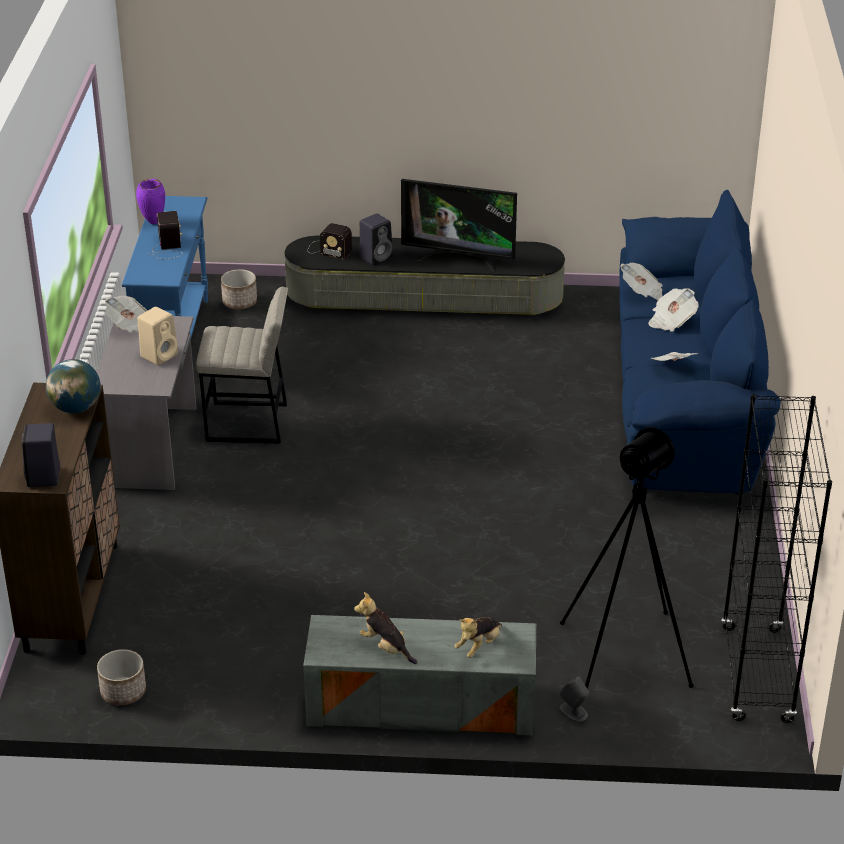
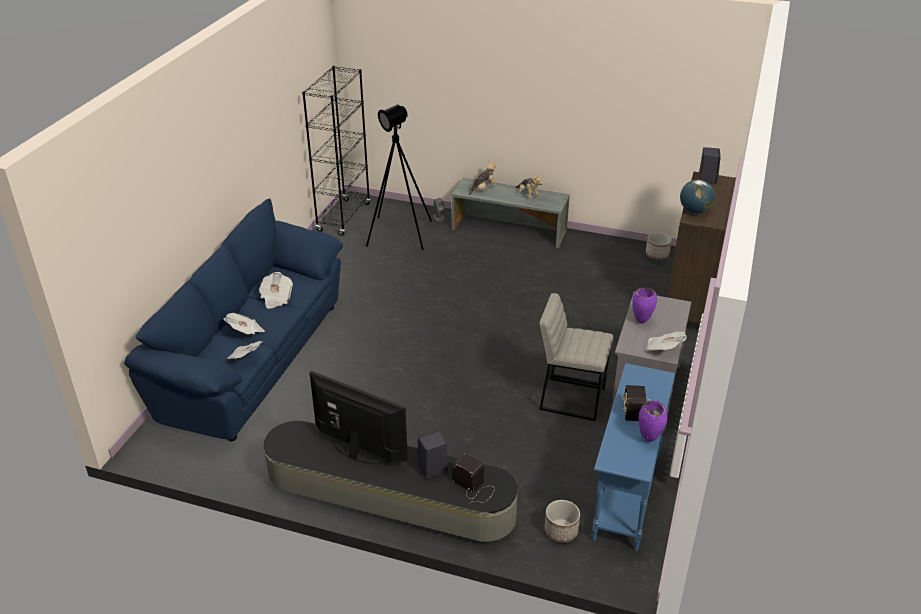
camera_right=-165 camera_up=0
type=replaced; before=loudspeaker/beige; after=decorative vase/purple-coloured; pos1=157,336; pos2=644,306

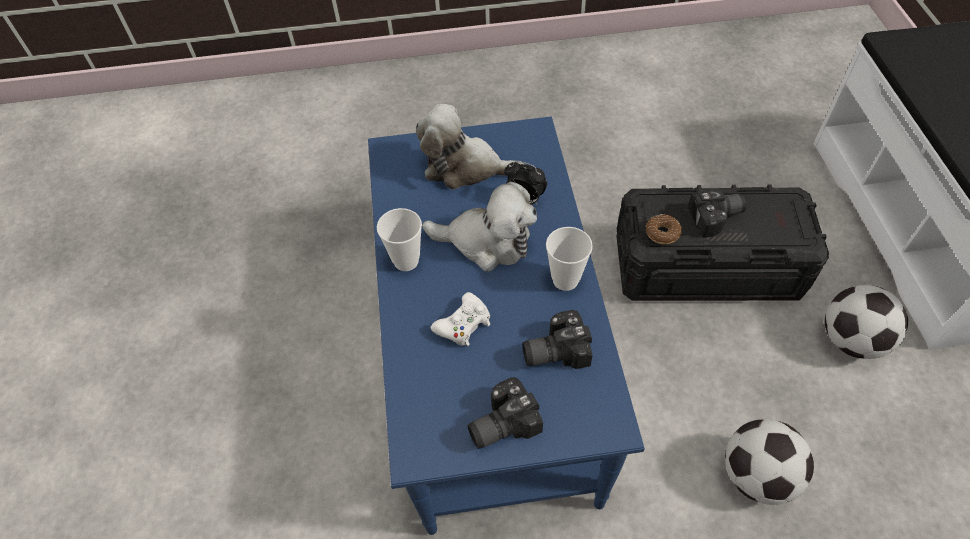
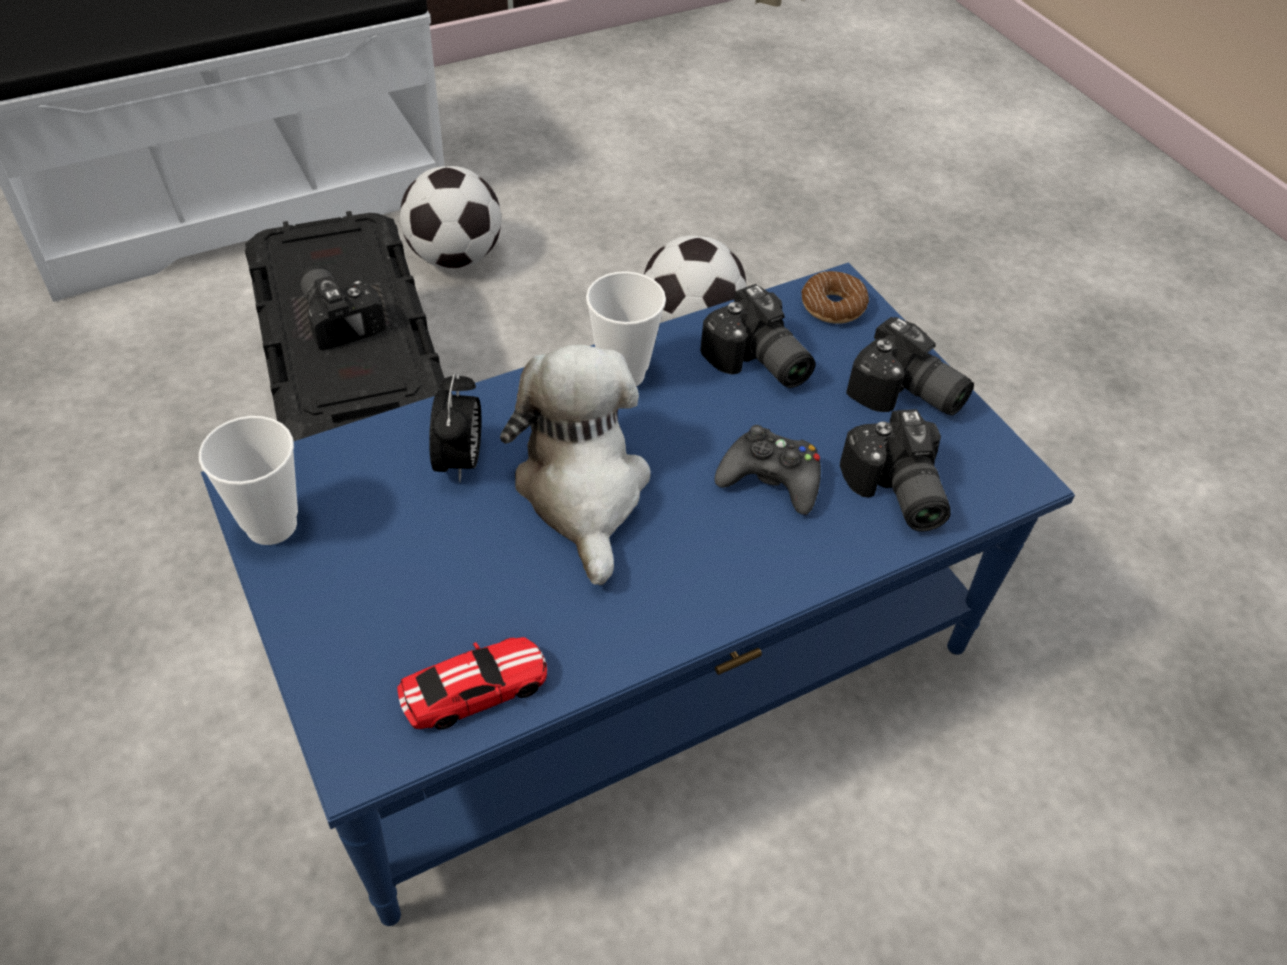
camera_right=-115 camera_up=-5
type=removed; before=soft toy; pos1=470,146
type=added; after=toy car; pos2=472,683
type=added; after=photo camera; pos2=895,470
type=moved; before=cup; pos1=399,239; pos2=248,480
type=moved; before=donut; pos1=664,229; pos2=835,297
type=recoloured; before=game controller/whitish; after=game controller/blackish; pos1=460,319; pos2=768,470

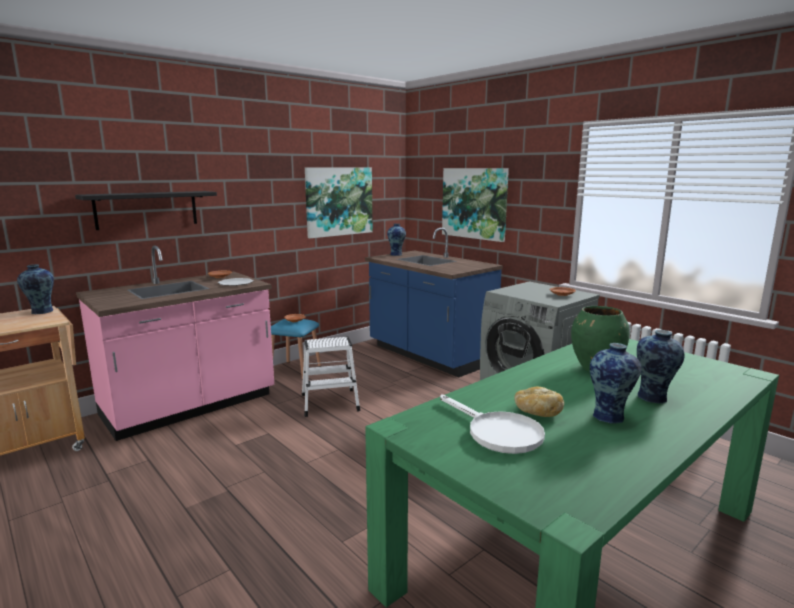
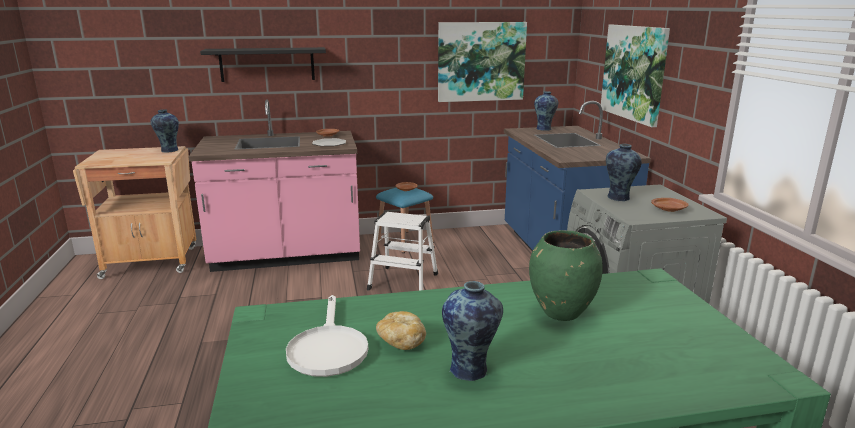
camera_right=30 camera_up=5
type=moved; before=decorative vase; pos1=661,367; pos2=624,172

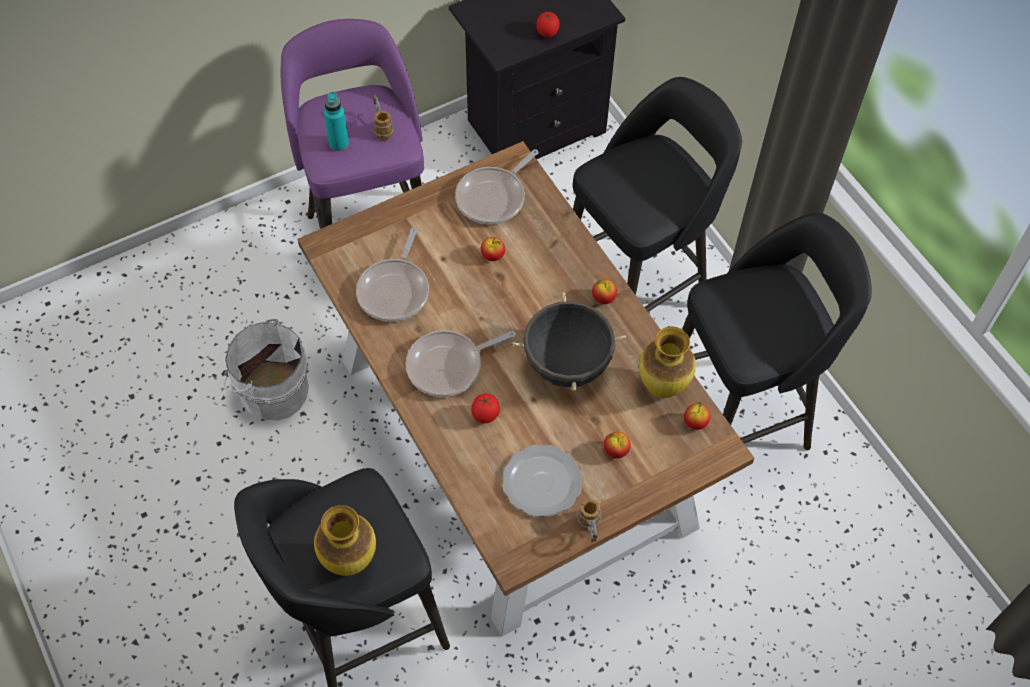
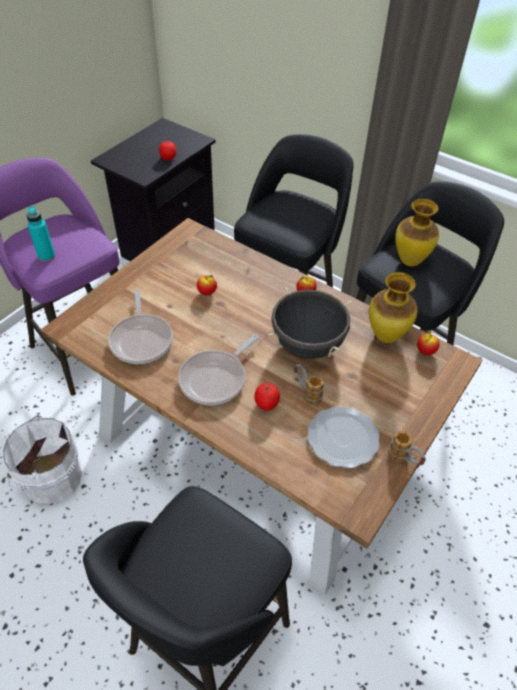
camera_right=-25 camera_up=-10
type=removed; before=pan; pos1=497,186
type=removed; before=apple fruit; pos1=617,445
type=moved; before=decorative vase; pos1=345,540; pos2=417,232
type=moved; before=mug; pos1=383,118; pos2=309,384

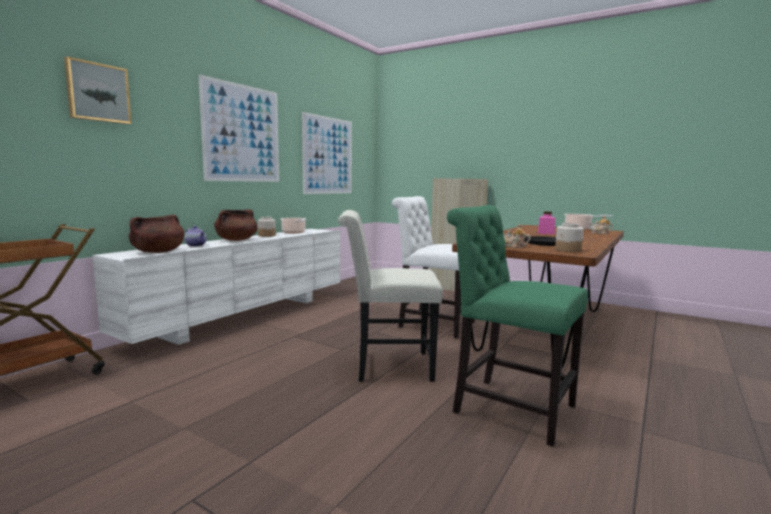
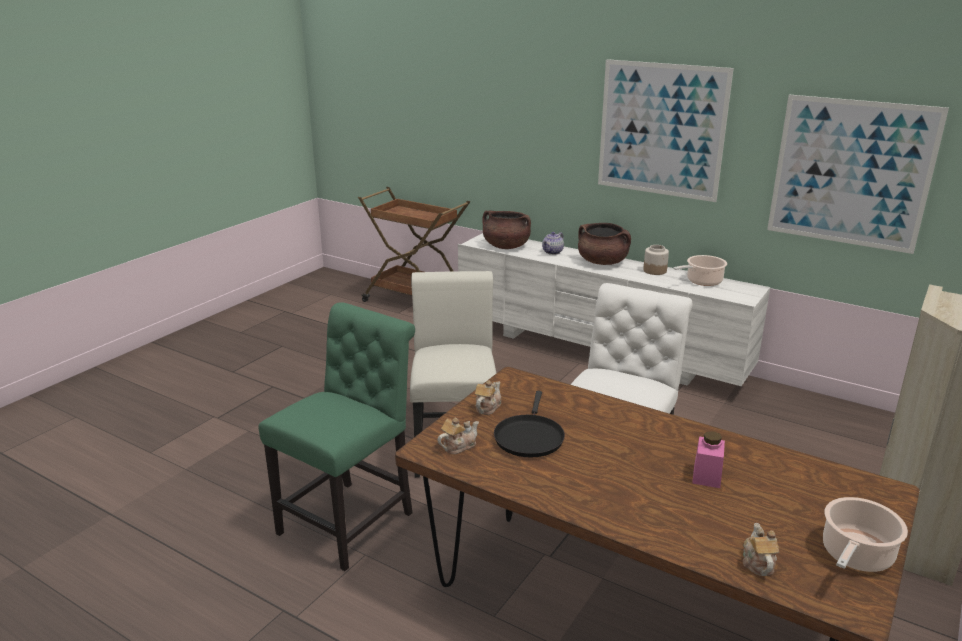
camera_right=90 camera_up=15
type=removed; before=wall art; pos1=98,90
type=replaced; before=storage jar; after=tea pot; pos1=569,237; pos2=458,436

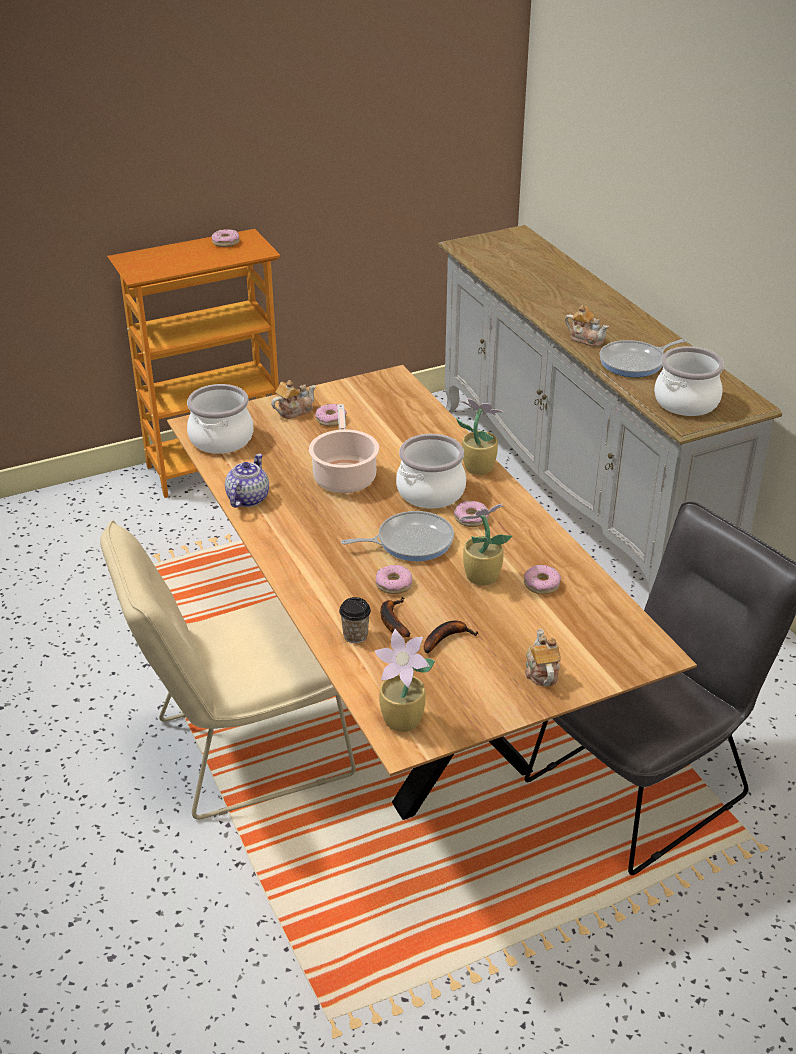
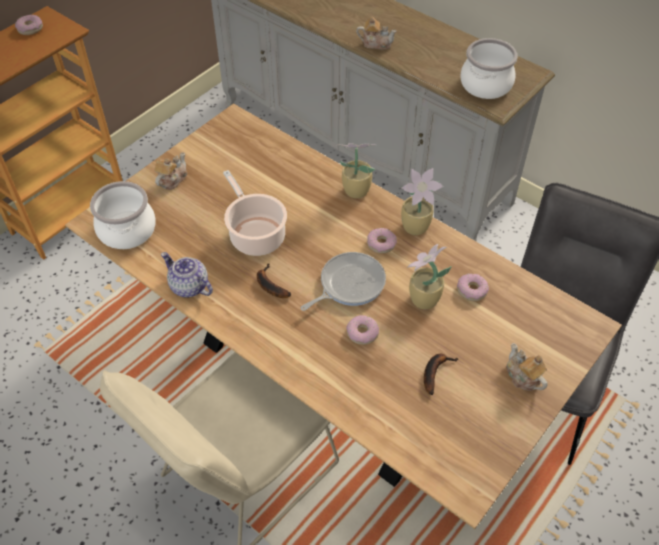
camera_right=-25 camera_up=15
type=removed; before=donut; pos1=331,415
type=removed; before=cup; pos1=355,620
type=removed; before=cooking pot; pos1=431,471
type=removed; before=pan; pos1=643,358
type=moved; before=potted plant; pos1=405,680; pos2=422,201
type=moved; before=banana fruit; pos1=395,617; pos2=274,280
type=turned; before=tea pot; pos1=247,480; pos2=187,274; turn=-45

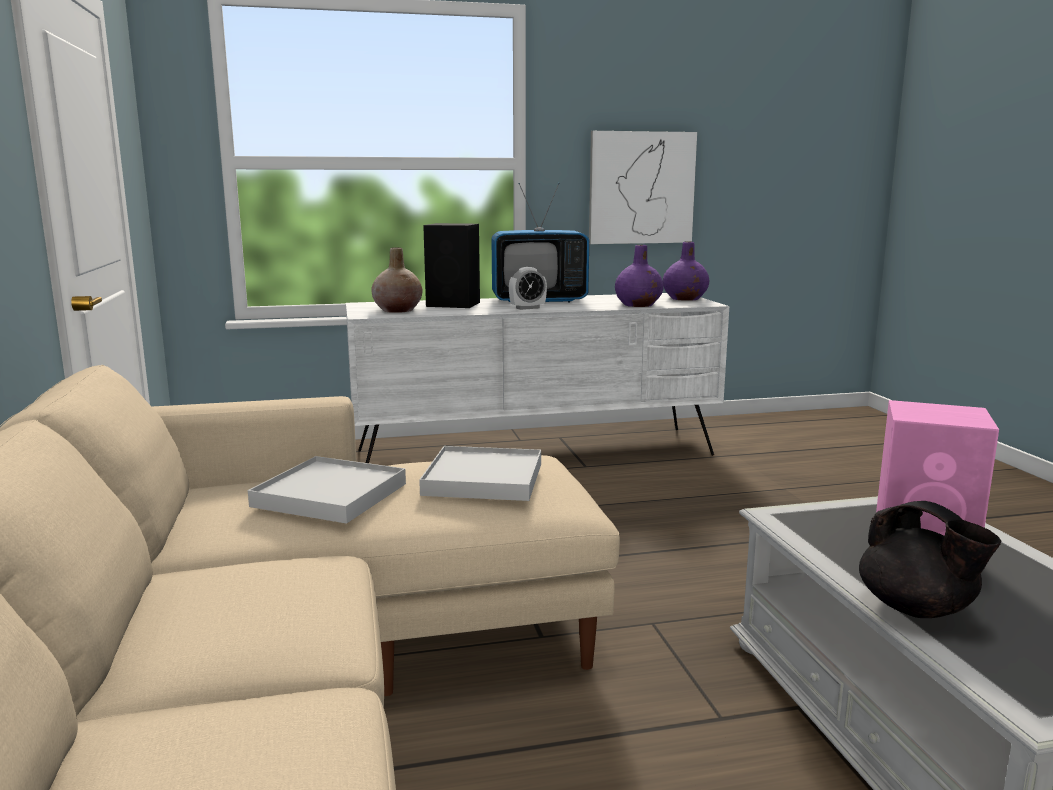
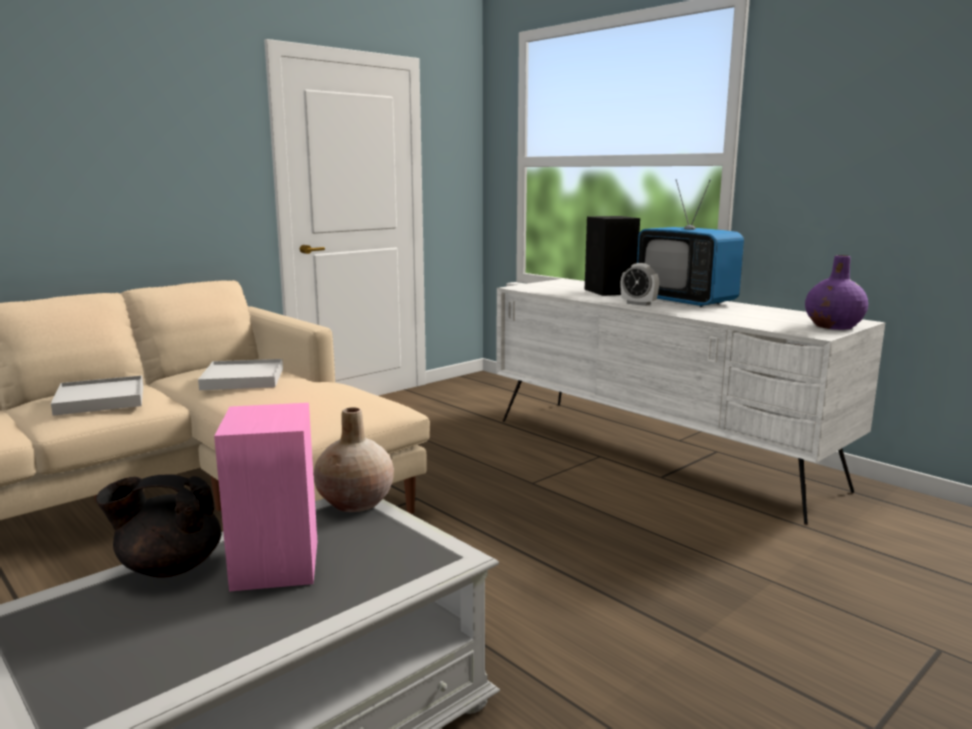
camera_right=60 camera_up=0
type=removed; before=wall art; pos1=643,187
type=removed; before=decorative vase/purple-coloured; pos1=639,276
type=moved; before=decorative vase/beige; pos1=397,280; pos2=354,459
type=moved; before=serving tray/whitish; pos1=480,473; pos2=97,395
type=turned; before=tea pot/blackish; pos1=930,559; pos2=158,526; turn=60

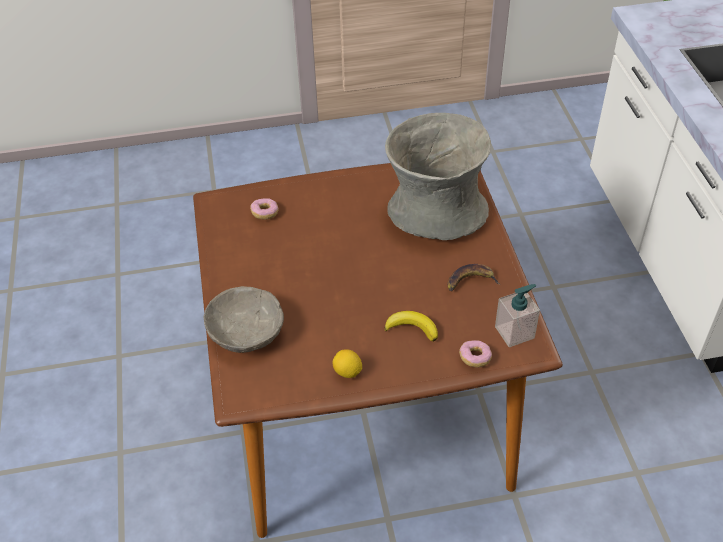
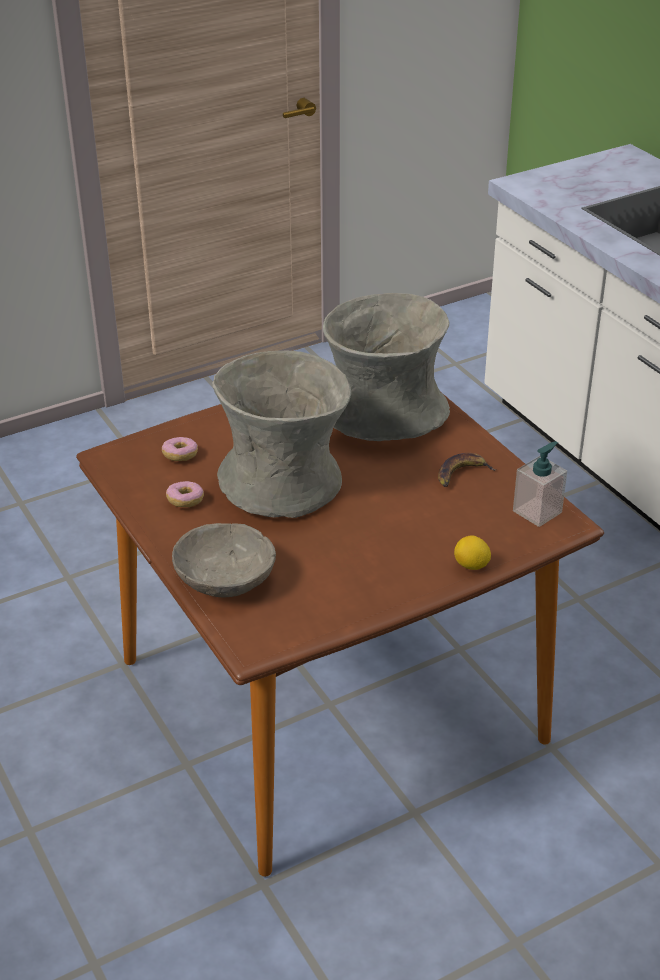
camera_right=-20 camera_up=-10
type=removed; before=banana fruit; pos1=411,326
type=added; after=decorative vase/gray; pos2=282,434
type=moved; before=whole lemon; pos1=347,363; pos2=472,553
type=moved; before=donut; pos1=475,354; pos2=185,494

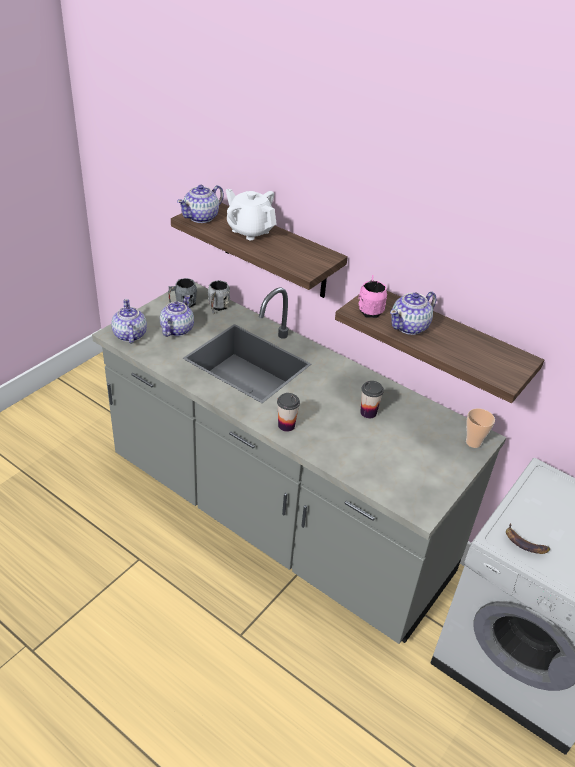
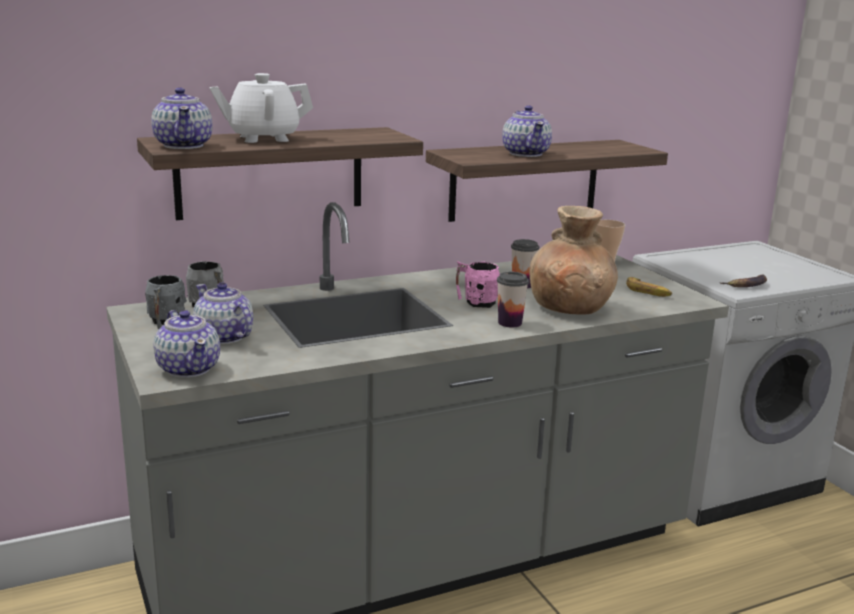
camera_right=-60 camera_up=-20
type=added; after=decorative vase/brown-coloured; pos2=573,260
type=added; after=banana fruit; pos2=649,287
type=moved; before=mug/pink; pos1=372,296; pos2=478,285
type=turned; before=tea pot; pos1=129,321; pos2=187,344; turn=-135

